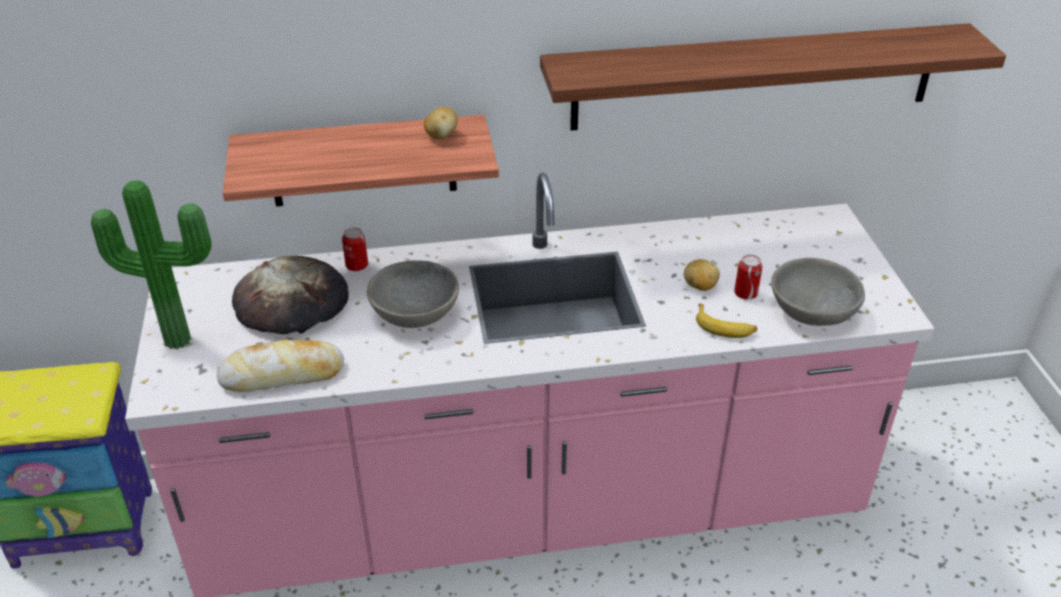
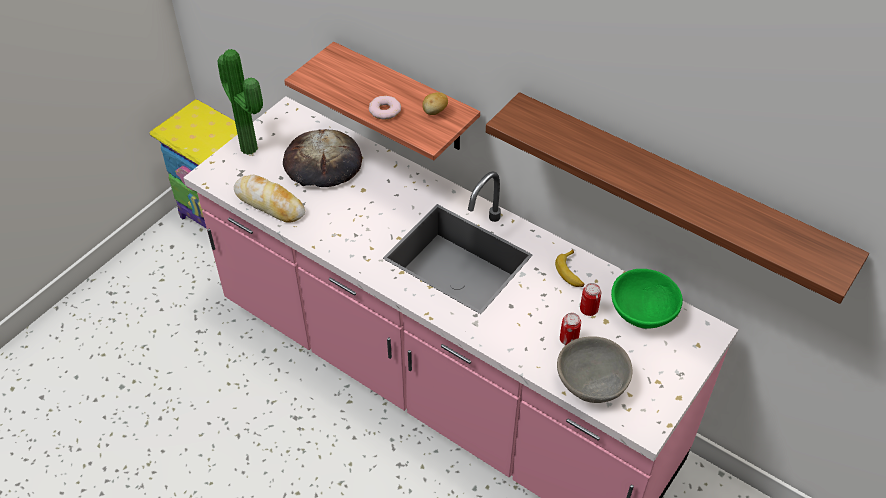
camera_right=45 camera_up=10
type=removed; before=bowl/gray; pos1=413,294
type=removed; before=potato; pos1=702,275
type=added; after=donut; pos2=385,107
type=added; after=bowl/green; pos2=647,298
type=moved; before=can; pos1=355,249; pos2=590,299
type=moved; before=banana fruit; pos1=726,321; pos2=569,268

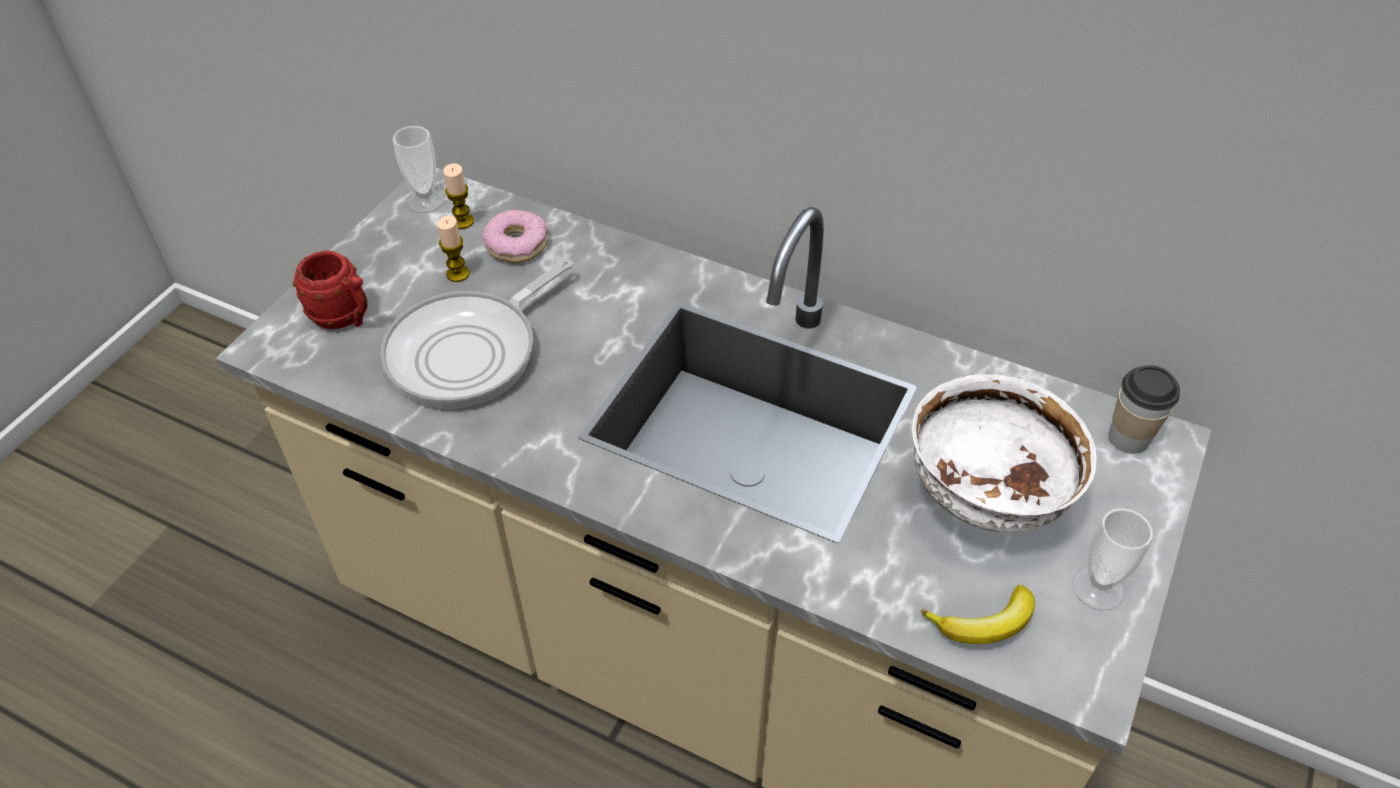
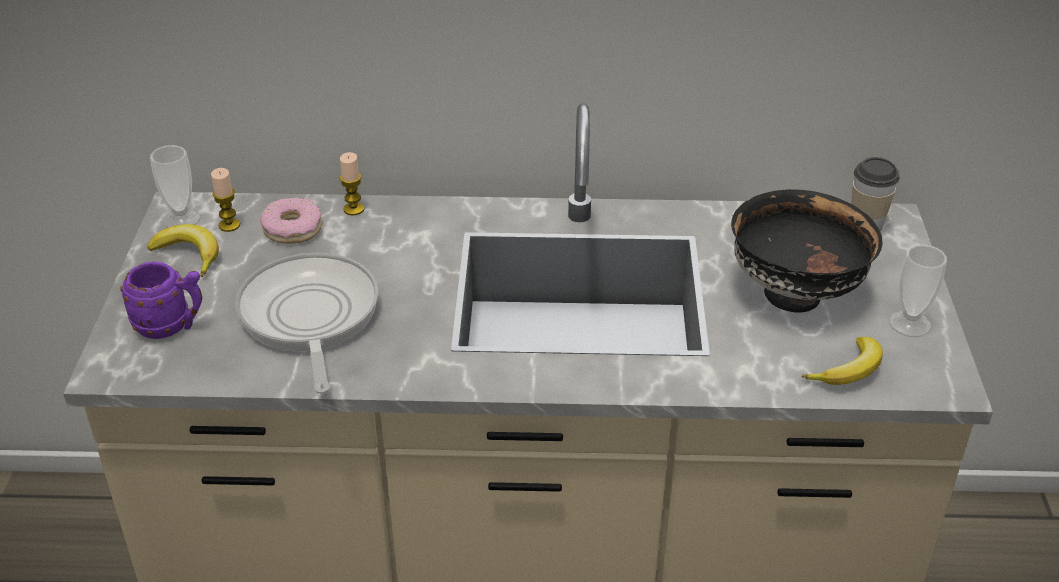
camera_right=-25 camera_up=-10
type=added; after=banana fruit; pos2=183,250
type=moved; before=wax light; pos1=453,248; pos2=352,184
type=recoloured; before=mug/red-coloured; after=mug/purple-coloured; pos1=330,290; pos2=161,300
type=recoloured; before=bowl/whitish; after=bowl/blackish; pos1=1004,453; pos2=807,251
type=turned; before=pan; pos1=477,333; pos2=306,323; turn=150

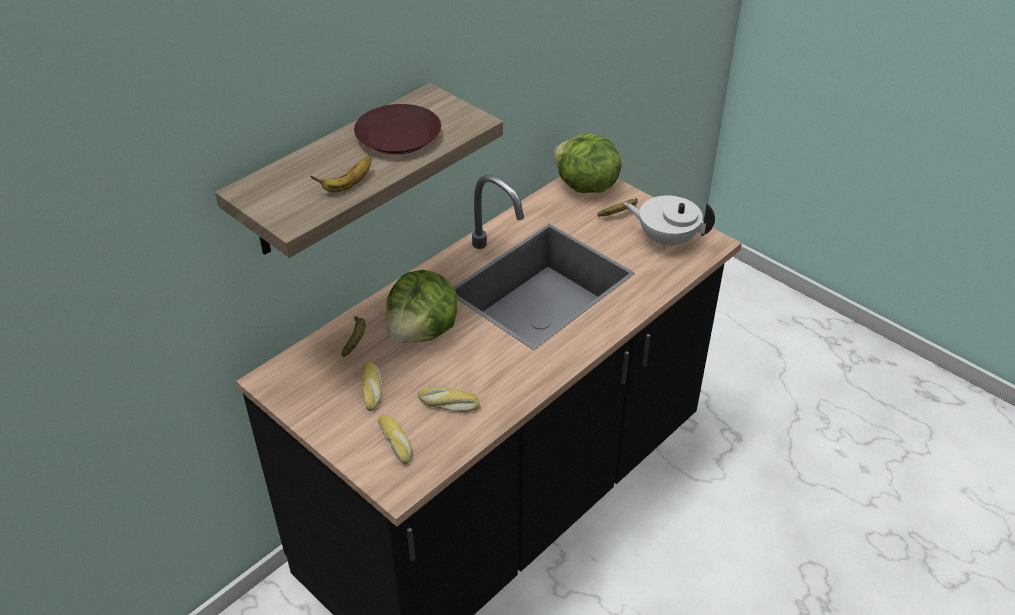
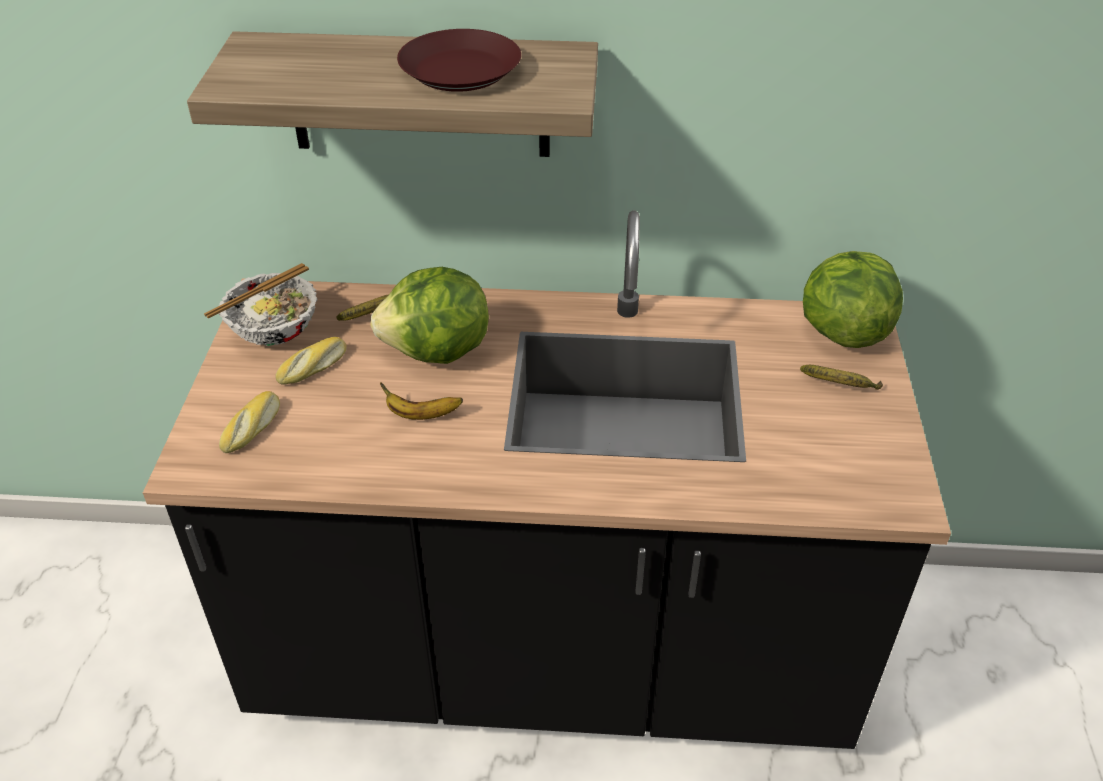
camera_right=50 camera_up=0
type=removed; before=bakery bread; pos1=449,399
type=removed; before=tea pot/whitish; pos1=669,222
type=added; after=bowl; pos2=260,304
type=moved; before=banana fruit; pos1=341,174; pos2=421,401

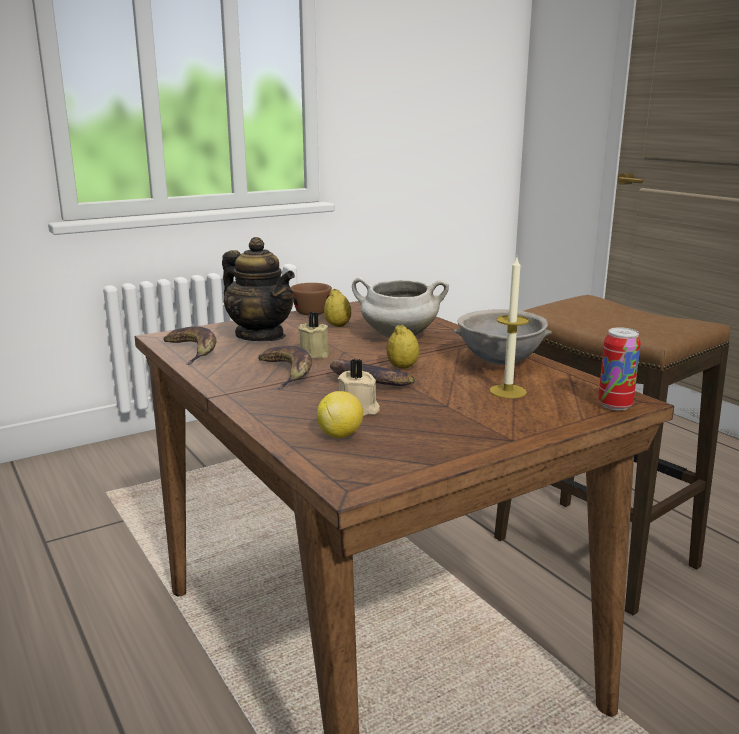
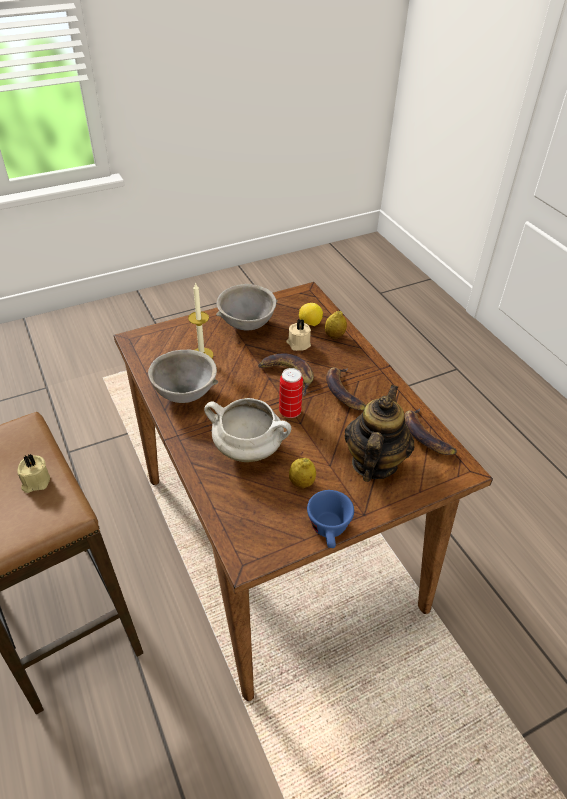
camera_right=-175 camera_up=25
type=added; after=bowl/gray; pos2=247,307
type=moved; before=wax light/beige; pos1=313,335; pos2=34,473
type=moved; before=whole lemon; pos1=403,346; pos2=336,324
type=moved; before=can; pos1=619,369; pos2=291,393
type=recoloured; before=cup/brown-coloured; after=cup/bluish; pos1=311,299; pos2=330,519
type=turned; before=tea pot; pos1=258,289; pos2=379,433; turn=60

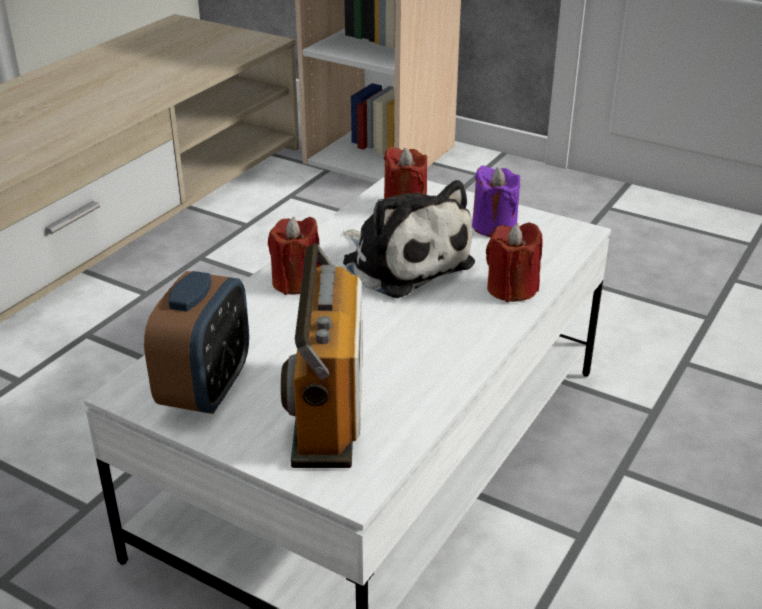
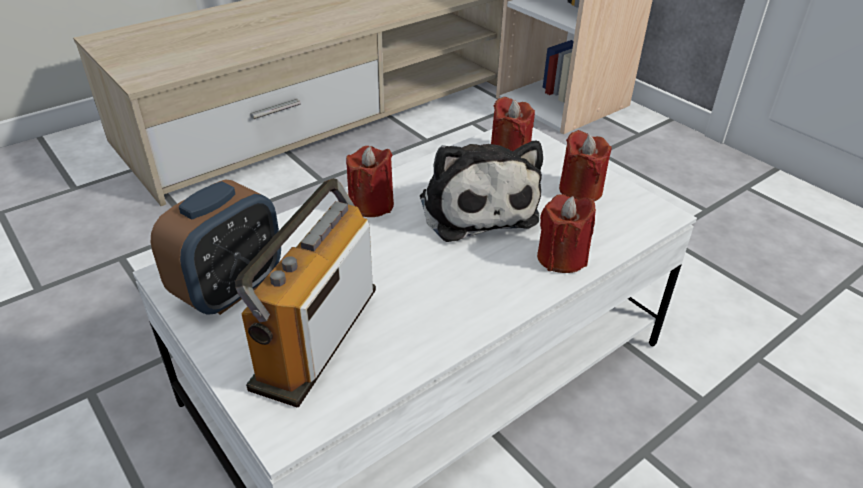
camera_right=20 camera_up=5
type=recoloured; before=wax light/purple-coloured; after=wax light/red-coloured; pos1=496,201; pos2=585,166

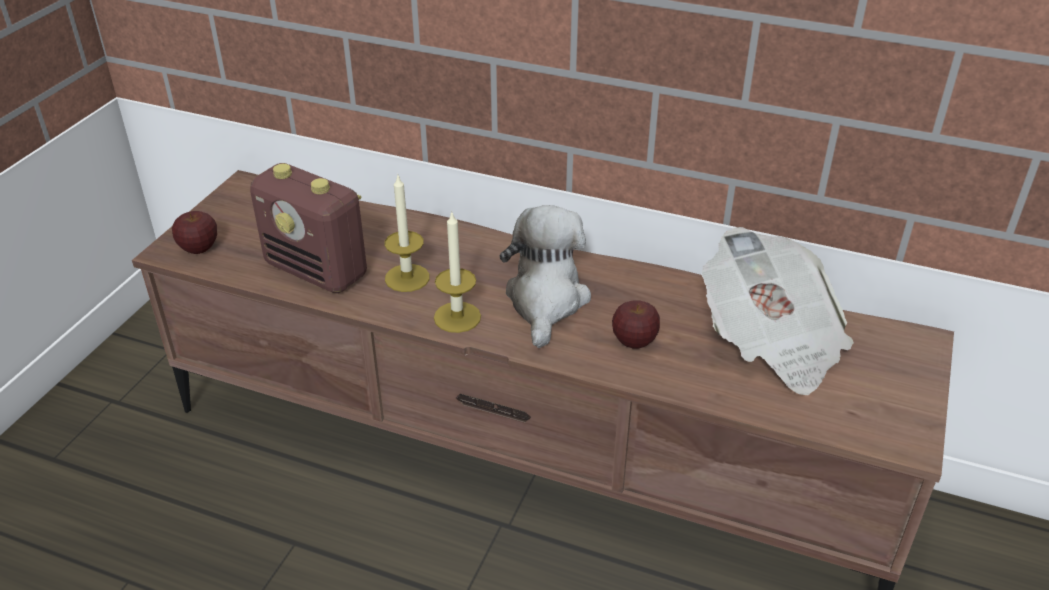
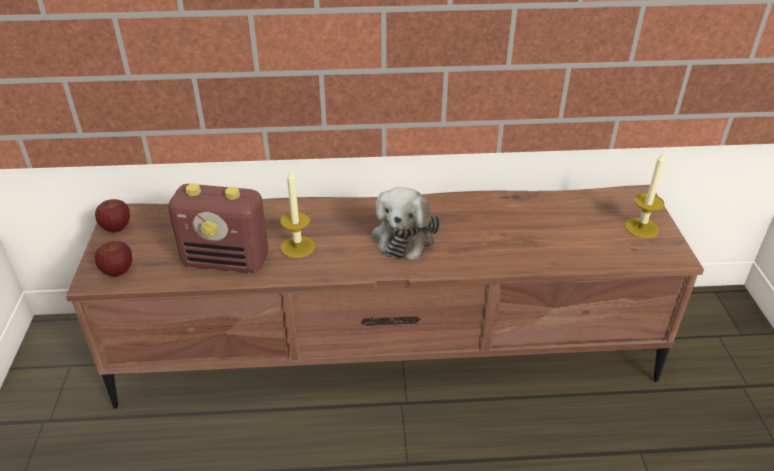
camera_right=-25 camera_up=0
type=removed; before=daily paper; pos1=777,311
type=moved; before=wax light; pos1=457,272; pos2=645,195
type=moved; before=apple fruit; pos1=636,324; pos2=112,215
type=turned; before=soft toy; pos1=545,276; pos2=406,223; turn=-150

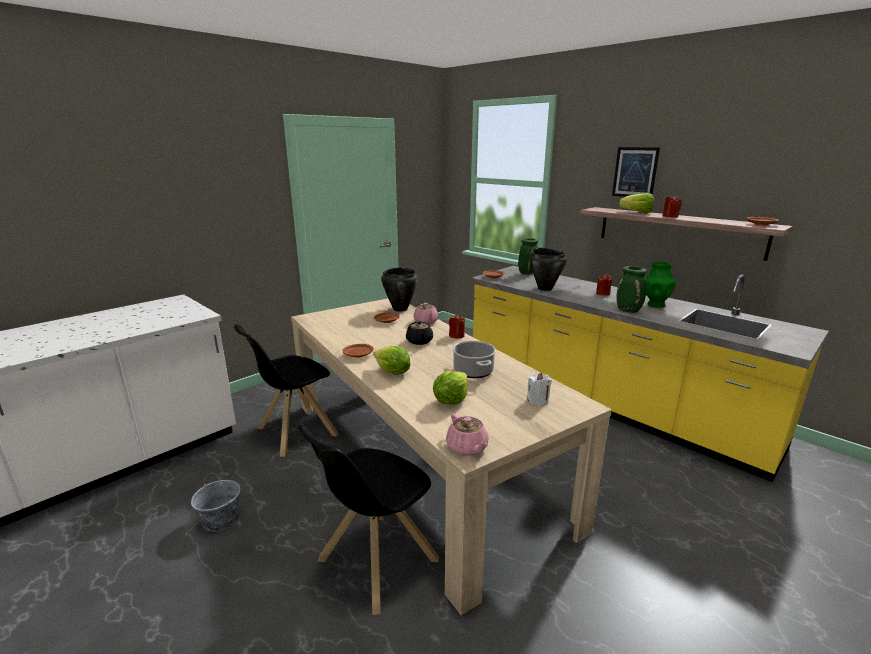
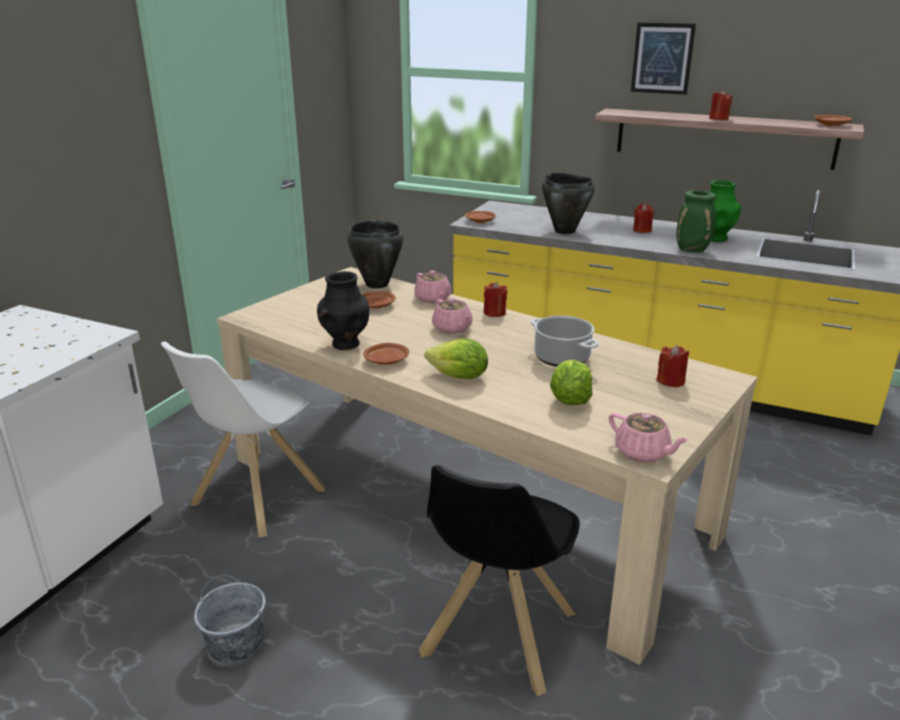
camera_right=-20 camera_up=5
type=removed; before=decorative vase/green; pos1=528,256
type=removed; before=lettuce; pos1=636,203
type=added; after=decorative vase/blackish; pos2=343,310
type=recoloured; before=chair/blackish; after=chair/whitish; pos1=286,390; pos2=243,439
type=recoloured; before=tea pot/blackish; after=tea pot/pink; pos1=419,333; pos2=452,316
type=recoloured; before=wax light/whitish; after=wax light/red-coloured; pos1=539,389; pos2=672,366

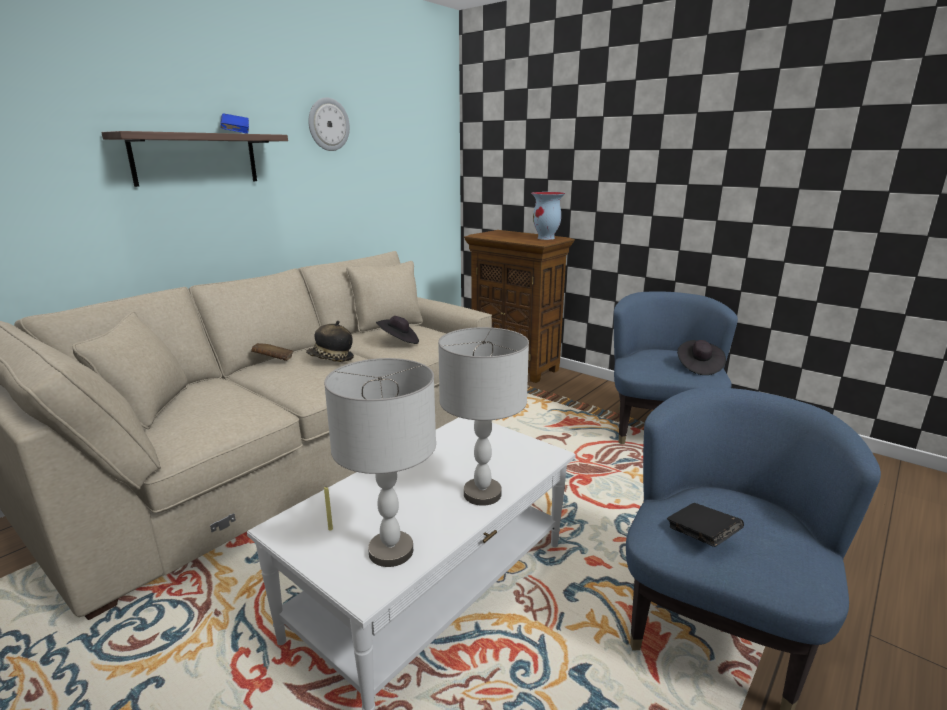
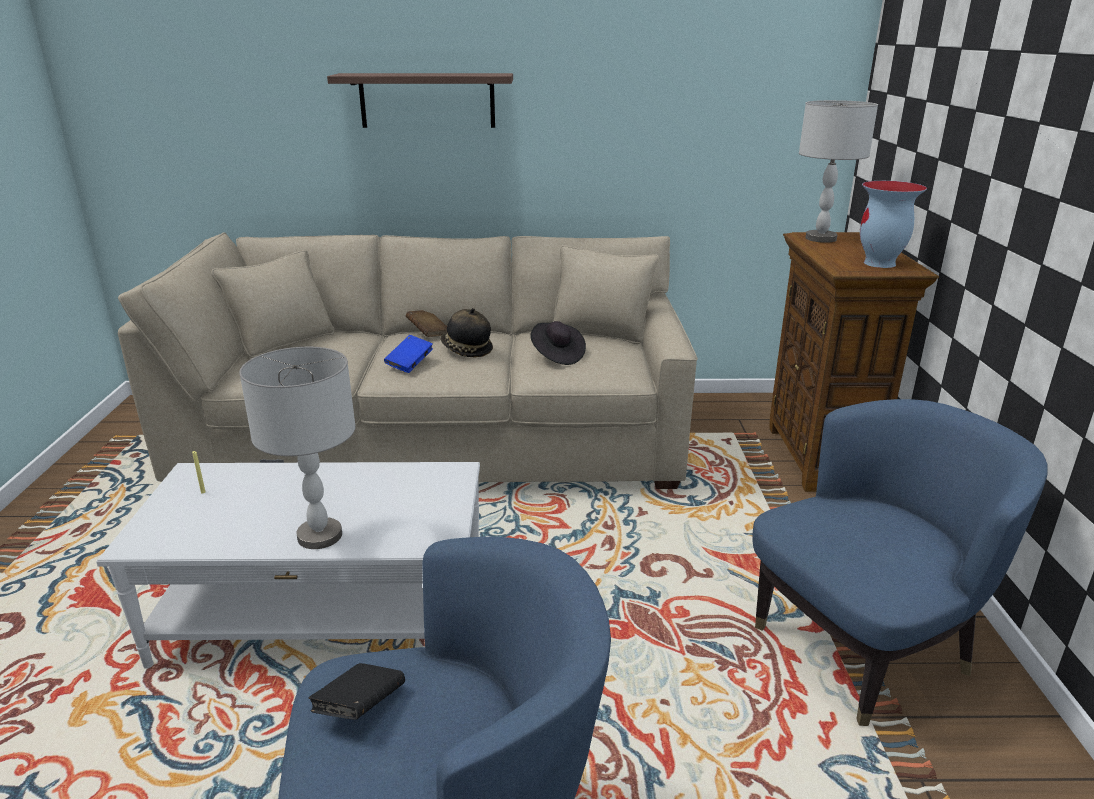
camera_right=50 camera_up=5
type=removed; before=hanging clock; pos1=329,124
type=removed; before=wearable hat/blackish; pos1=701,357
type=moved; before=book/bluish; pos1=235,123; pos2=408,354
type=moved; before=table lamp/gray; pos1=380,462; pos2=838,171

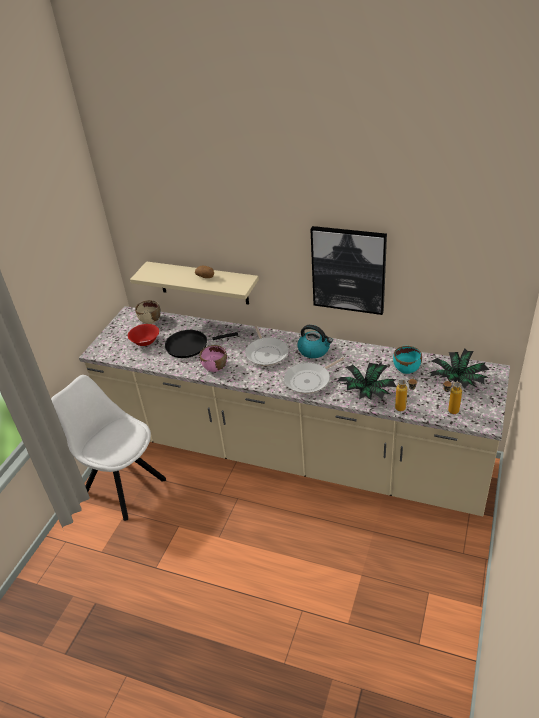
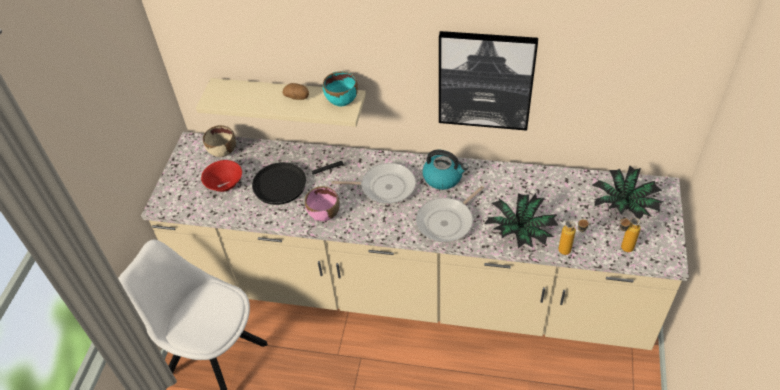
camera_right=-10 camera_up=10
type=moved; before=bowl/turquoise; pos1=407,360; pos2=340,88
type=turned; before=pan; pos1=267,346; pos2=373,183; turn=-60

